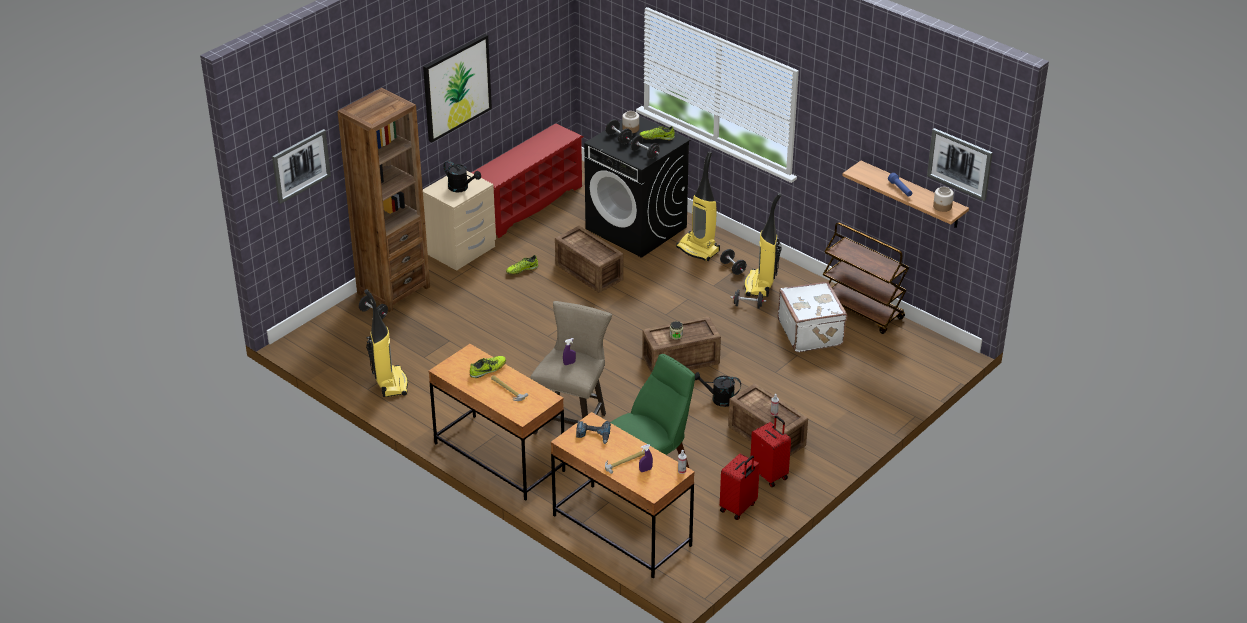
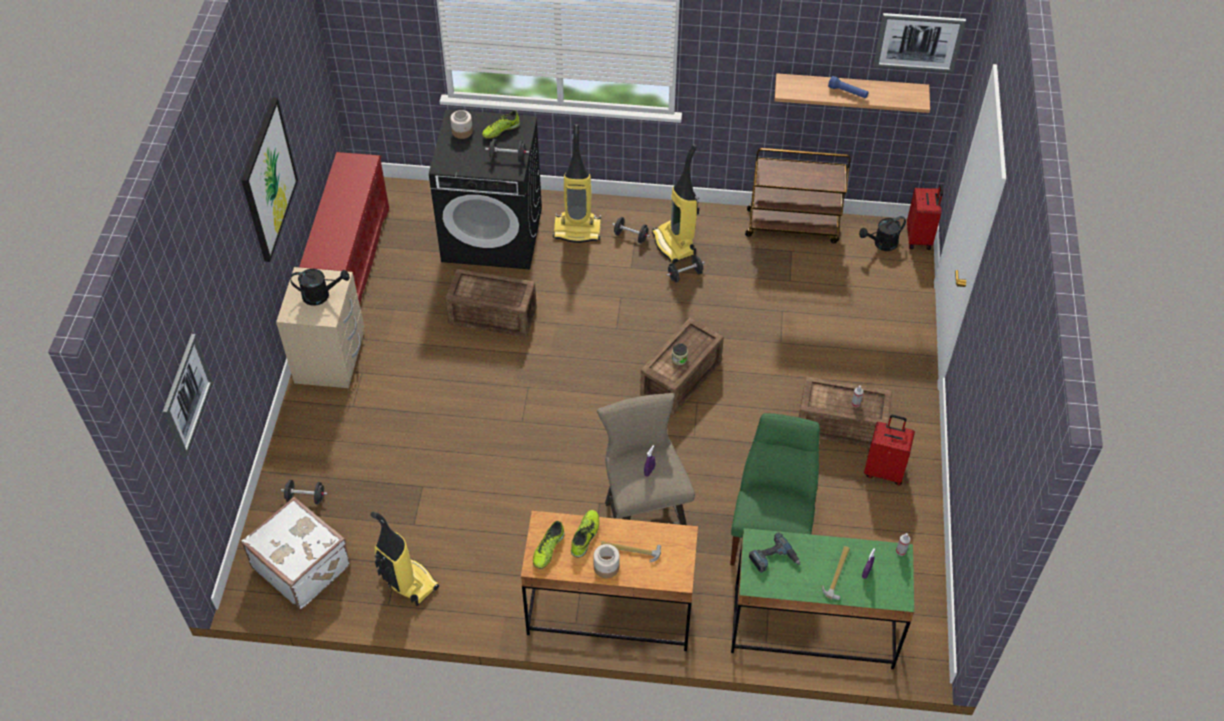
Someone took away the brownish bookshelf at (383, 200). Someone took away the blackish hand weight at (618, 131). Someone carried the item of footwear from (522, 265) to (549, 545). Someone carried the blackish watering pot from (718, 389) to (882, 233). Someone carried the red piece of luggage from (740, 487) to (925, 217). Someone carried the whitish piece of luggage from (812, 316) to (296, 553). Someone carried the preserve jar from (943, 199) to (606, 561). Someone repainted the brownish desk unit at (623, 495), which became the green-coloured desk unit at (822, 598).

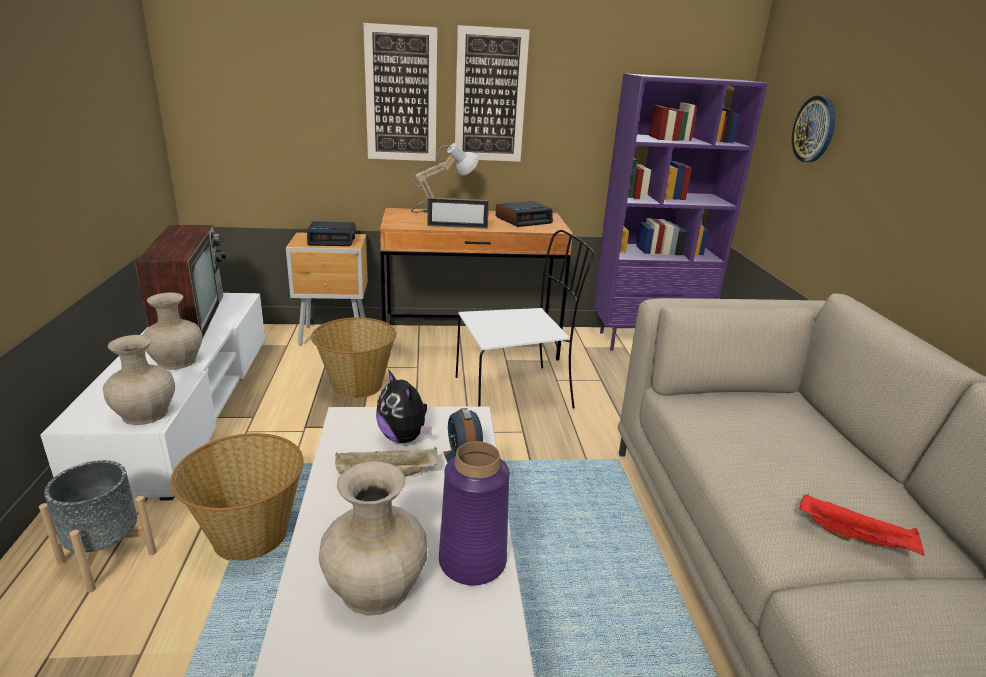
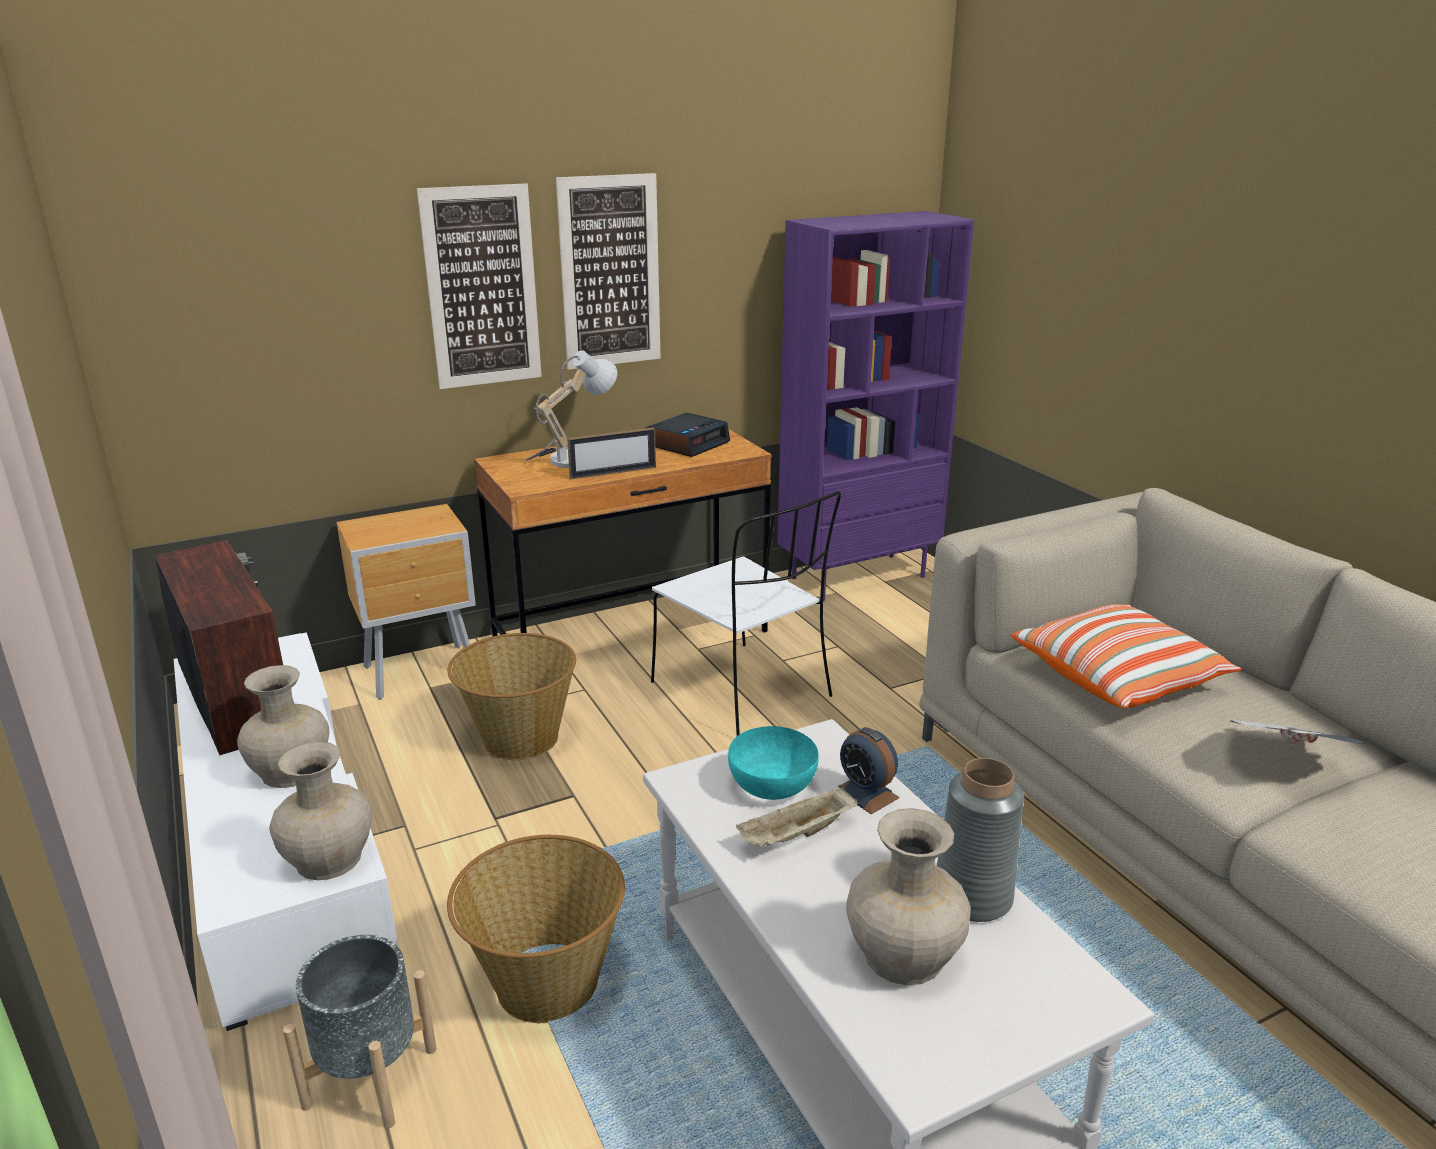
Someone took away the table clock at (331, 233). Someone took away the wall clock at (813, 128). Someone put down the pillow at (1127, 656). Someone swapped the soft toy at (404, 406) for the turquoise deep dish at (773, 763). Someone swapped the red tray at (862, 524) for the daily paper at (1297, 732). Someone repainted the purple flower vase at (474, 513), which became the gray flower vase at (980, 840). Someone rotated the whitish plain chair at (524, 319) by 90 degrees clockwise.

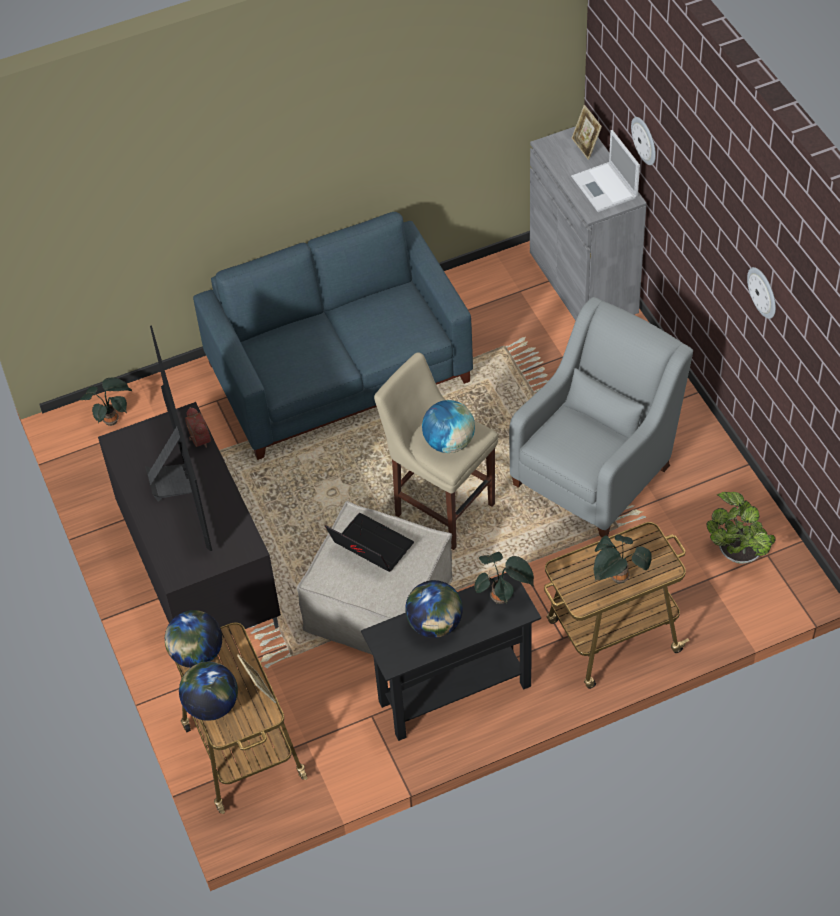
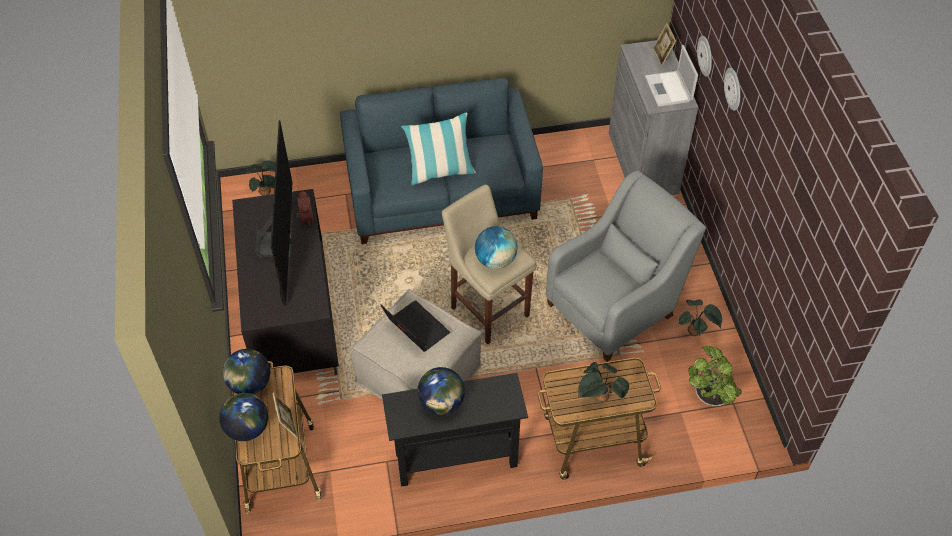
Someone put down the pillow at (438, 149). Someone carried the potted plant from (505, 578) to (700, 317). Someone carried the wall clock from (761, 293) to (732, 89).

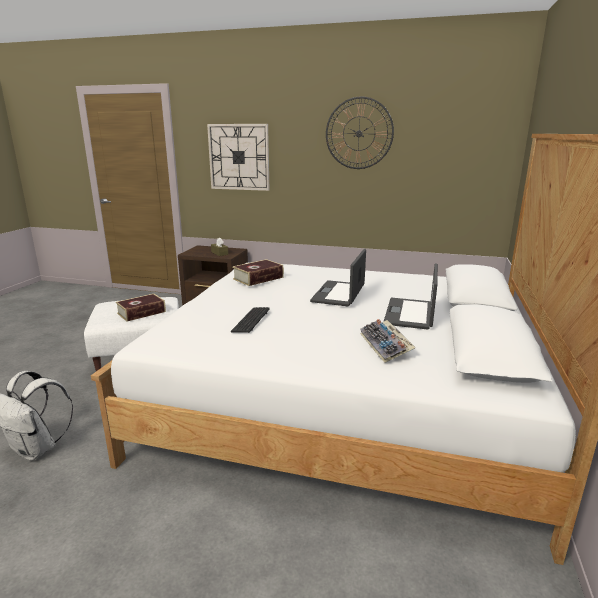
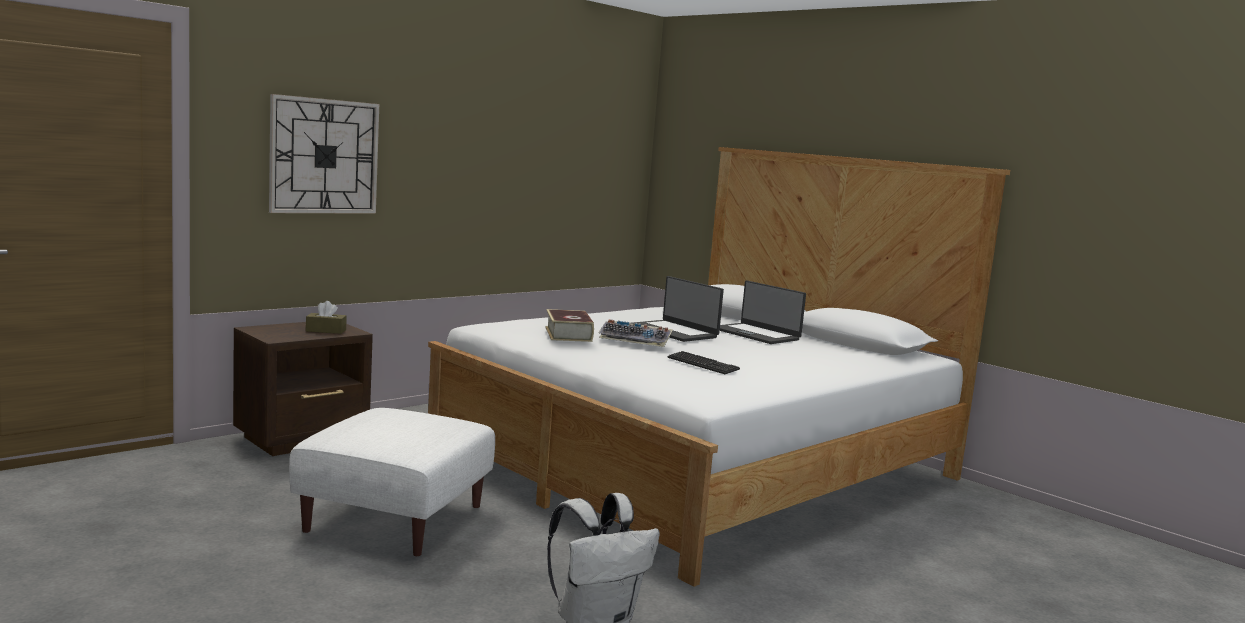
Someone took away the bound book at (141, 308). Someone took away the wall clock at (360, 132). Someone carried the keyboard from (388, 341) to (635, 333).

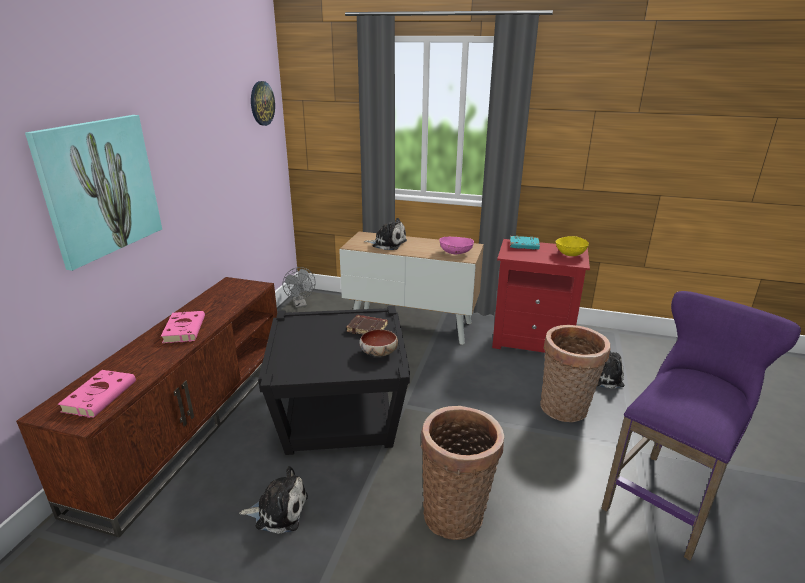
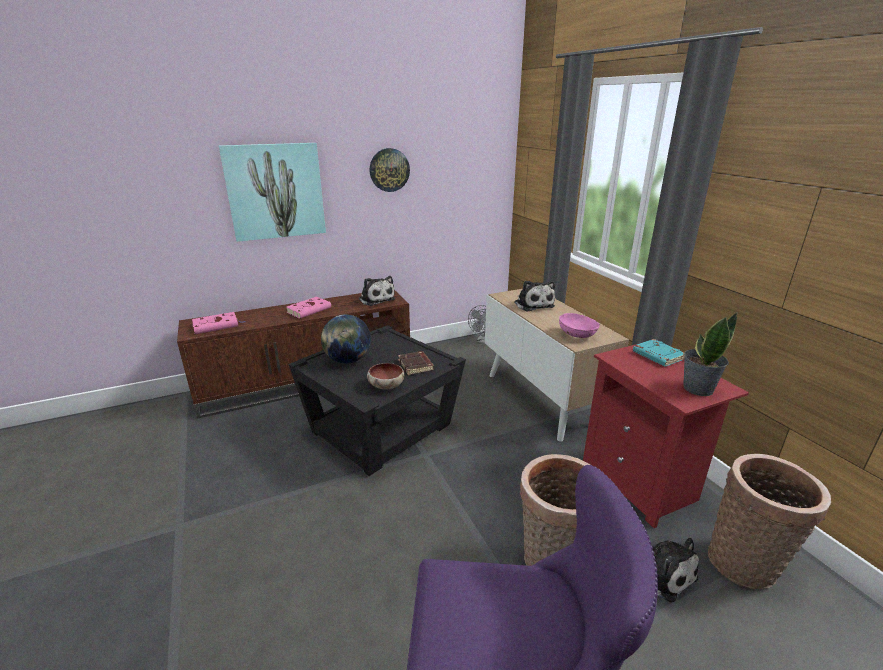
Someone put down the desk globe at (346, 339). Someone carried the soft toy from (273, 500) to (377, 291). Someone carried the wall clock from (263, 103) to (390, 170). Someone carried the basket from (462, 473) to (769, 521). Someone swapped the yellow deep dish at (572, 246) for the potted plant at (710, 354).

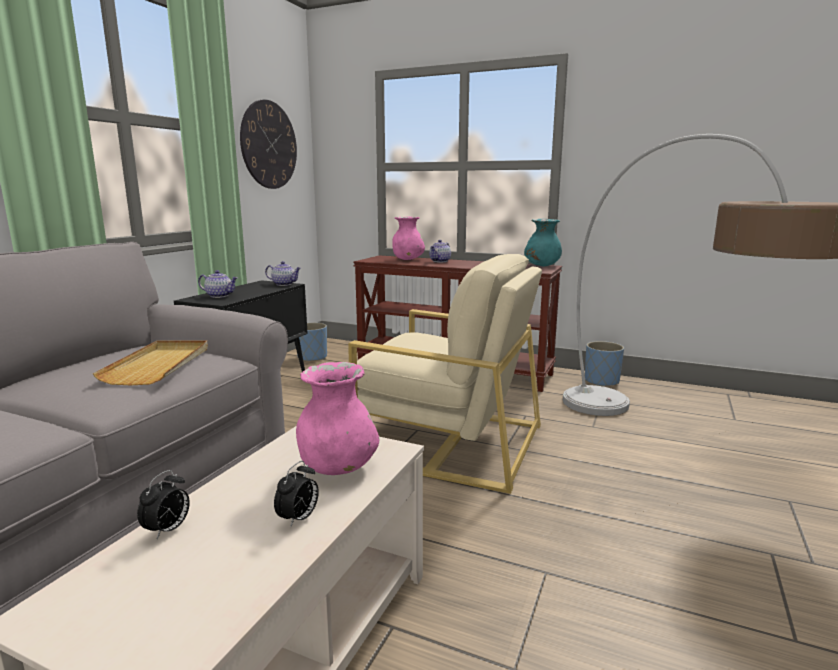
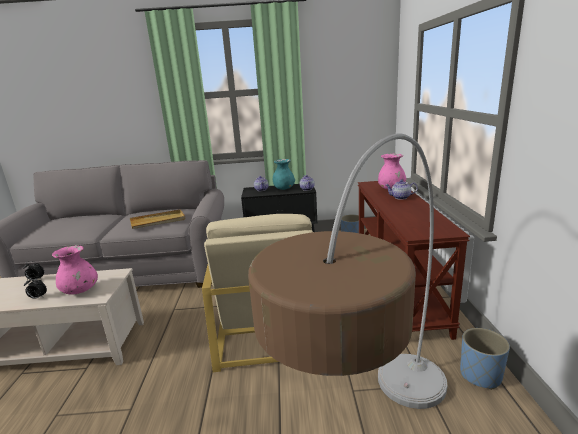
Someone took away the wall clock at (268, 144). Someone carried the turquoise flower vase from (543, 242) to (284, 174).

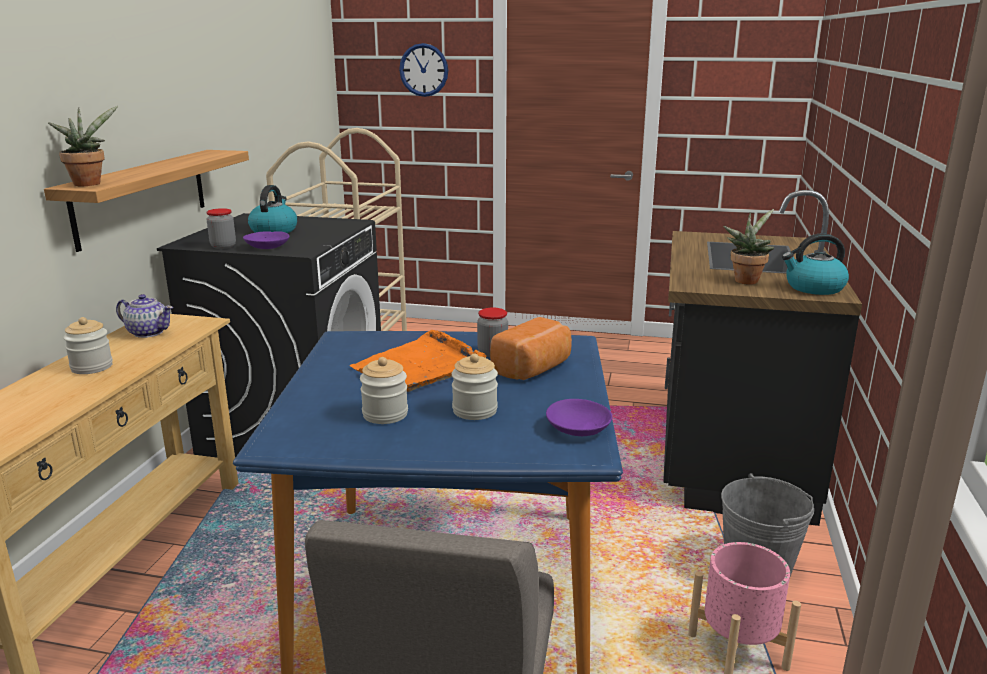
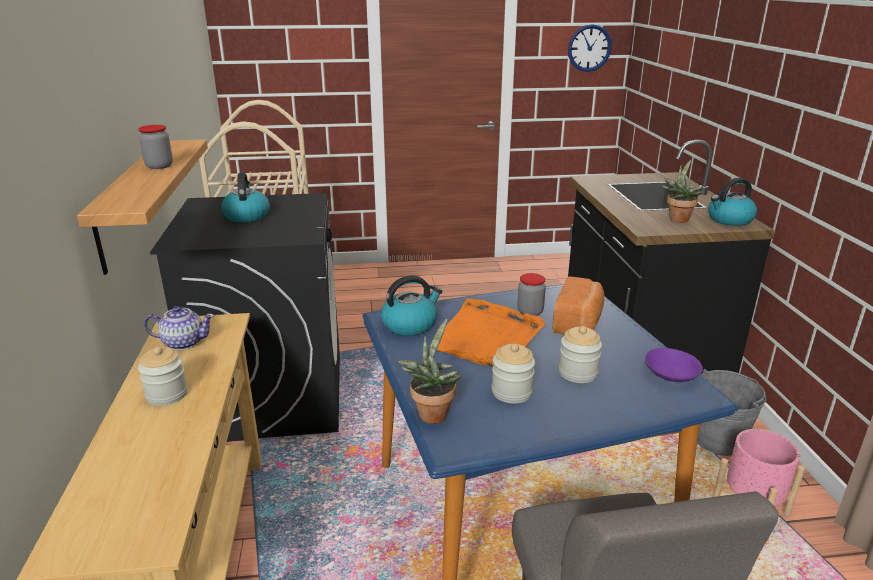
Someone took away the purple deep dish at (266, 240). Someone put down the kettle at (411, 305). Someone carried the potted plant from (83, 146) to (429, 371). Someone carried the preserve jar from (221, 228) to (155, 147). Someone carried the wall clock from (423, 70) to (590, 48).

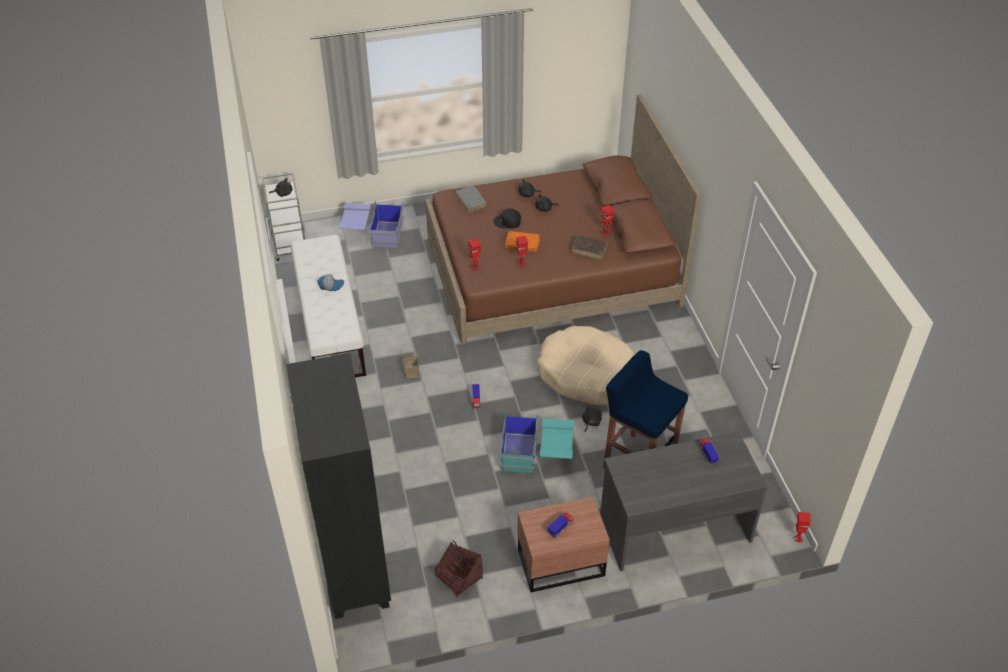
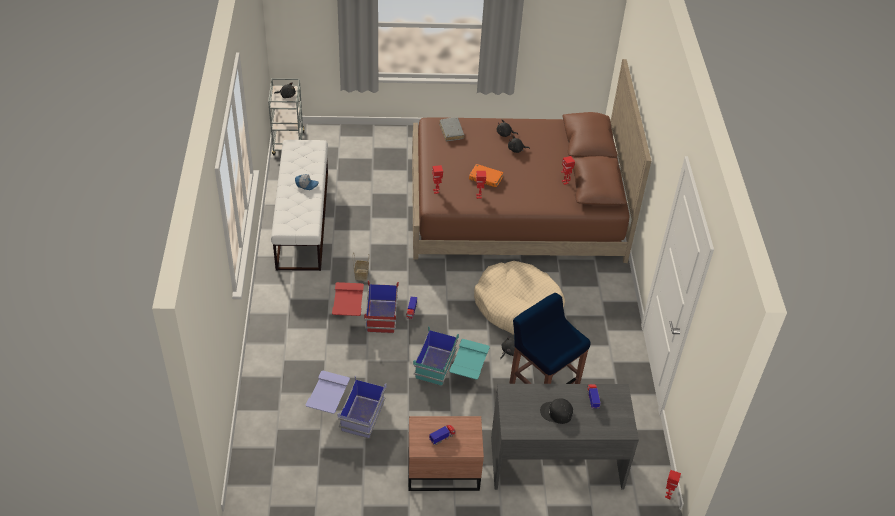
Someone took away the blackish bookshelf at (338, 486). Someone took away the basket at (459, 568). Someone took away the brownish bound book at (589, 247). Someone put down the red storage box at (365, 307). Someone carried the blue storage box from (371, 225) to (345, 404). Someone carried the blackish baseball cap from (507, 218) to (556, 411).

